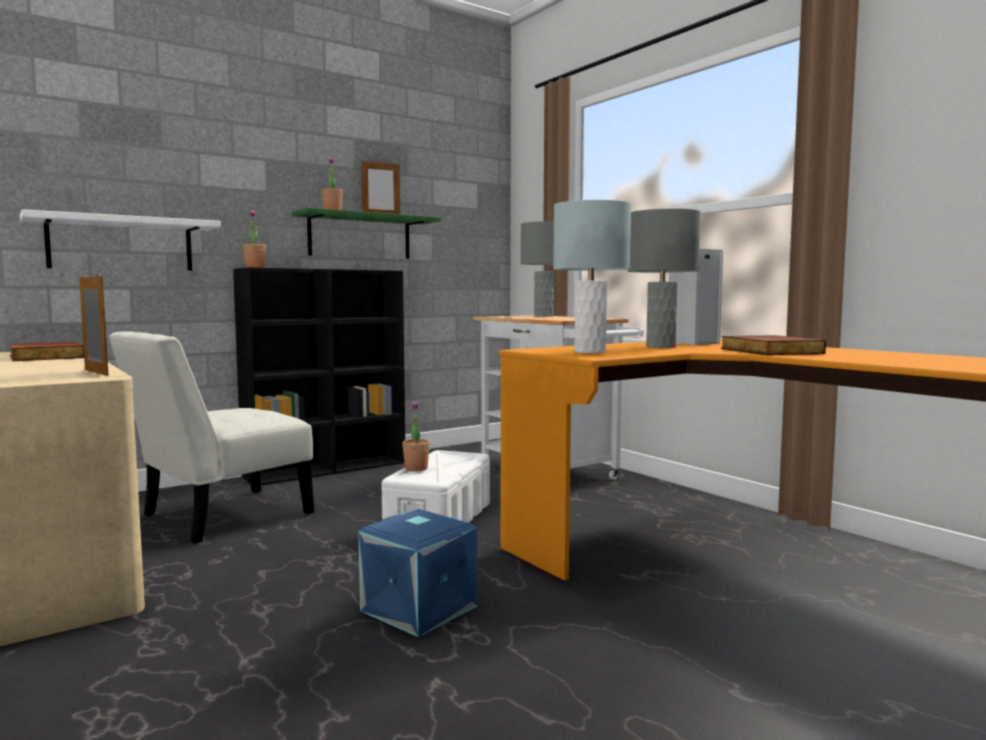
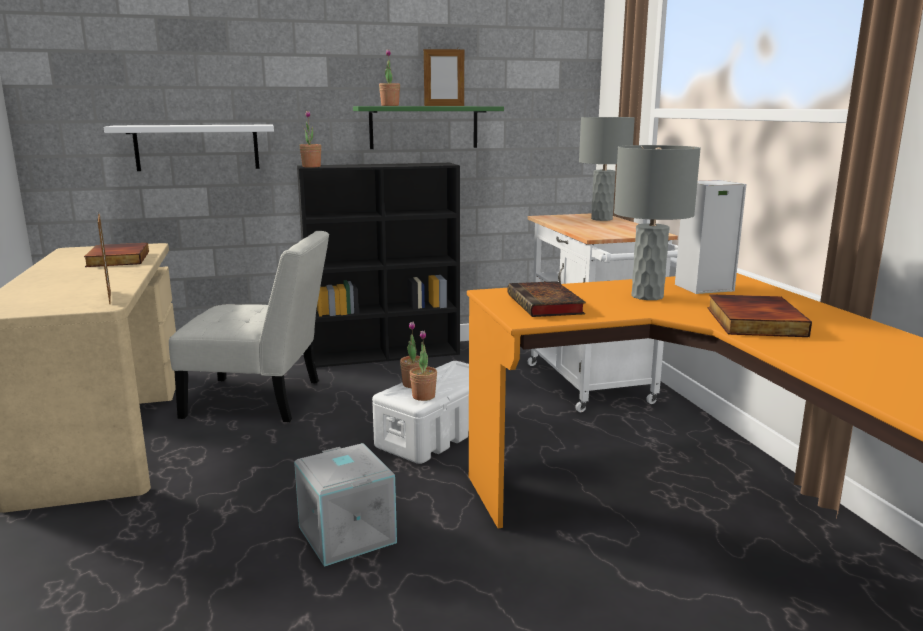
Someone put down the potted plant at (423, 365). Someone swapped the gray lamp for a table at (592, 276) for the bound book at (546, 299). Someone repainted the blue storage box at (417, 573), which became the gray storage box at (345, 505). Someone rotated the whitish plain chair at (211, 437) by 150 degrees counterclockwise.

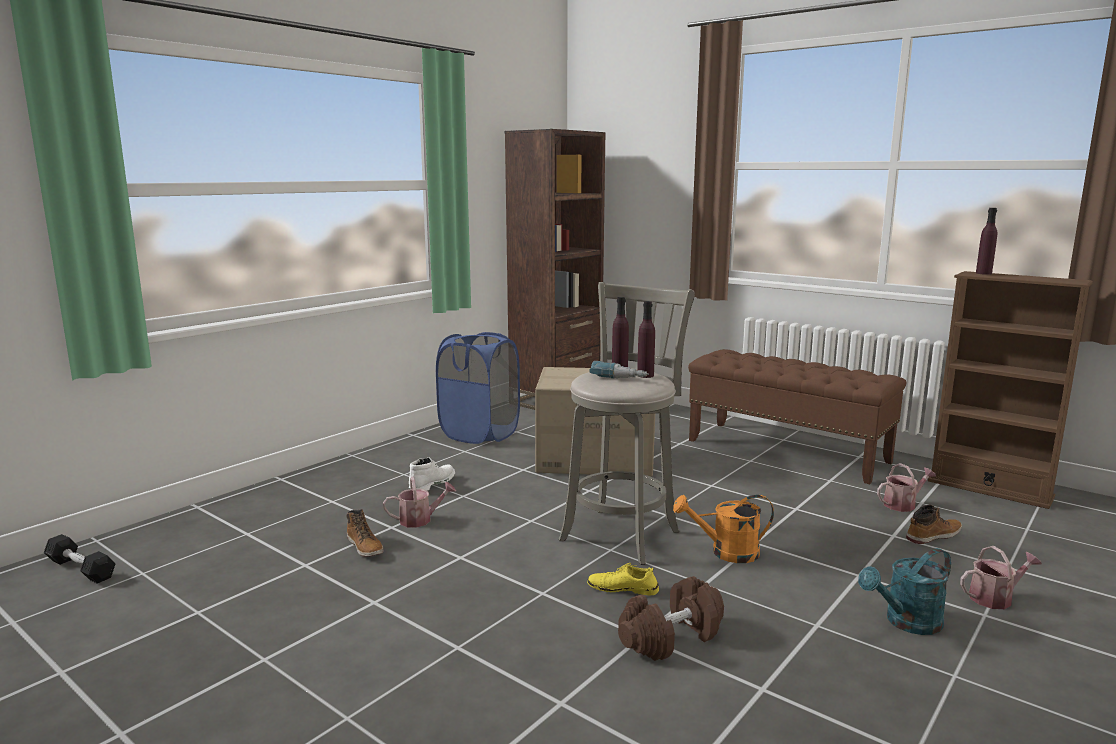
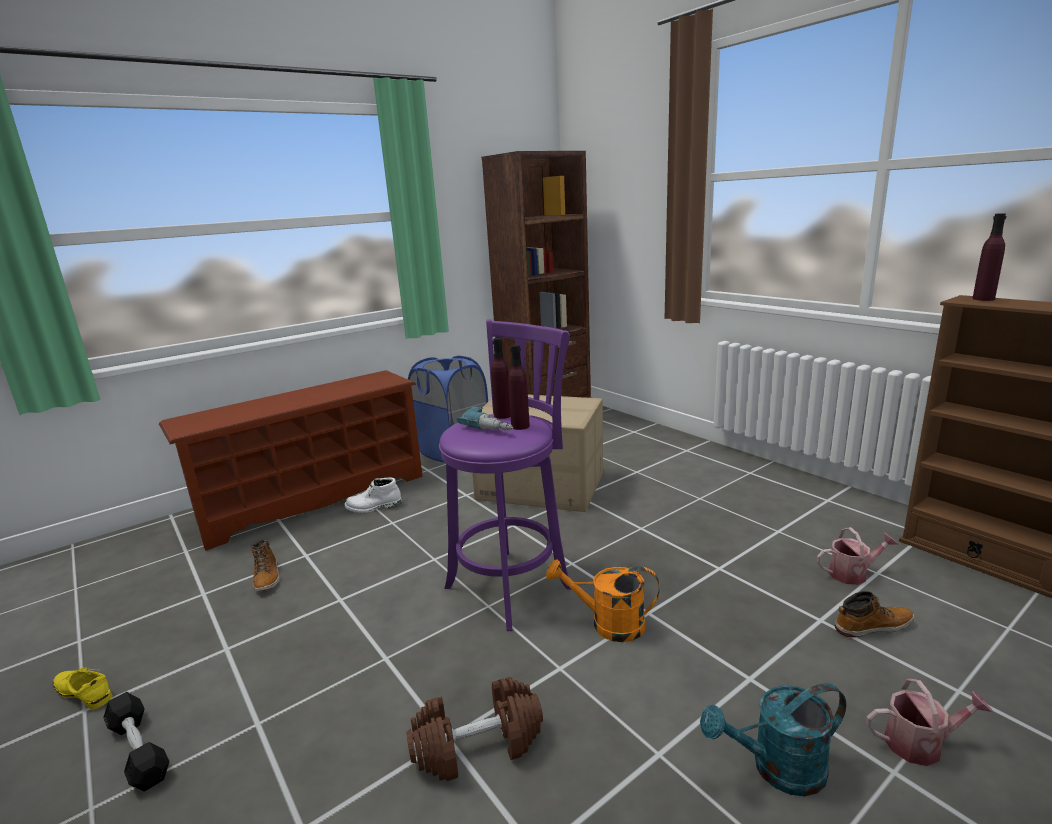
Someone took away the watering pot at (419, 502). Someone took away the brownish long seat at (797, 416). Someone put down the brownish shoe shelf at (291, 460). Someone carried the blackish hand weight from (79, 559) to (136, 741). Someone carried the yellow item of footwear from (623, 579) to (83, 688). Someone repainted the gray sitting stool at (627, 423), which became the purple sitting stool at (505, 475). Someone rotated the whitish high-top boot at (432, 474) by 150 degrees counterclockwise.

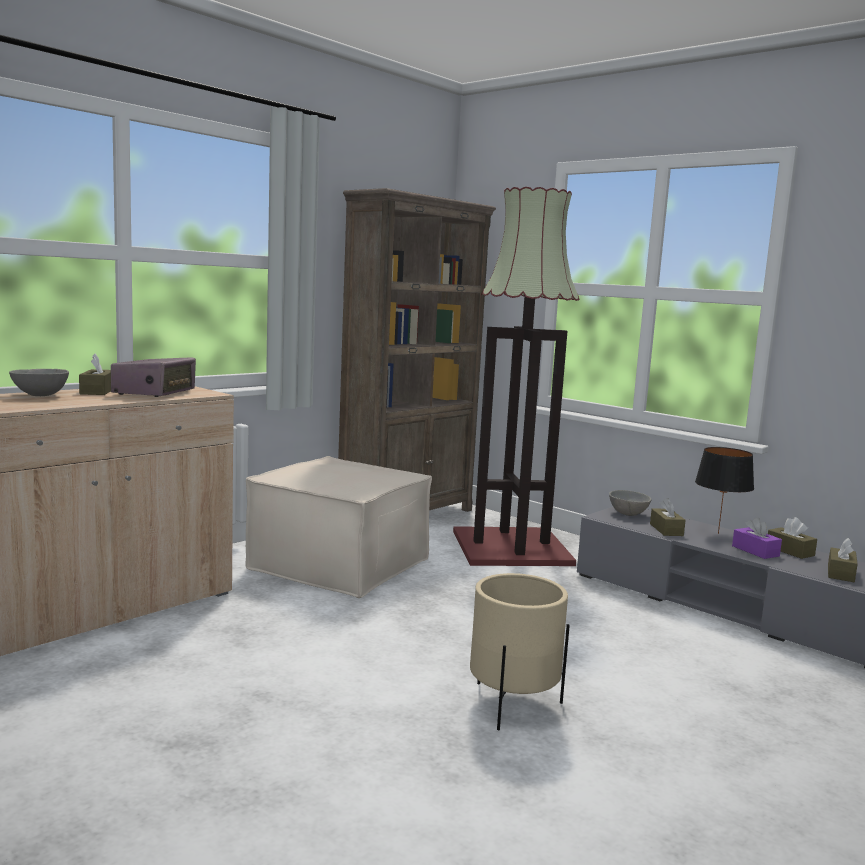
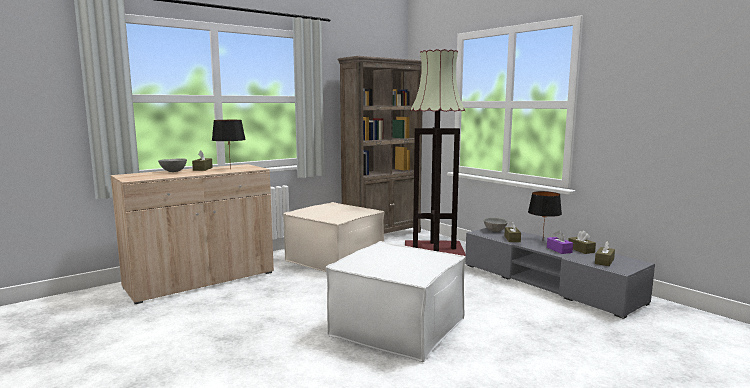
Someone swapped the radio at (153, 377) for the blackish lamp for a table at (229, 144). Someone swapped the beige-coloured flower pot at (520, 651) for the whitish footrest at (396, 301).

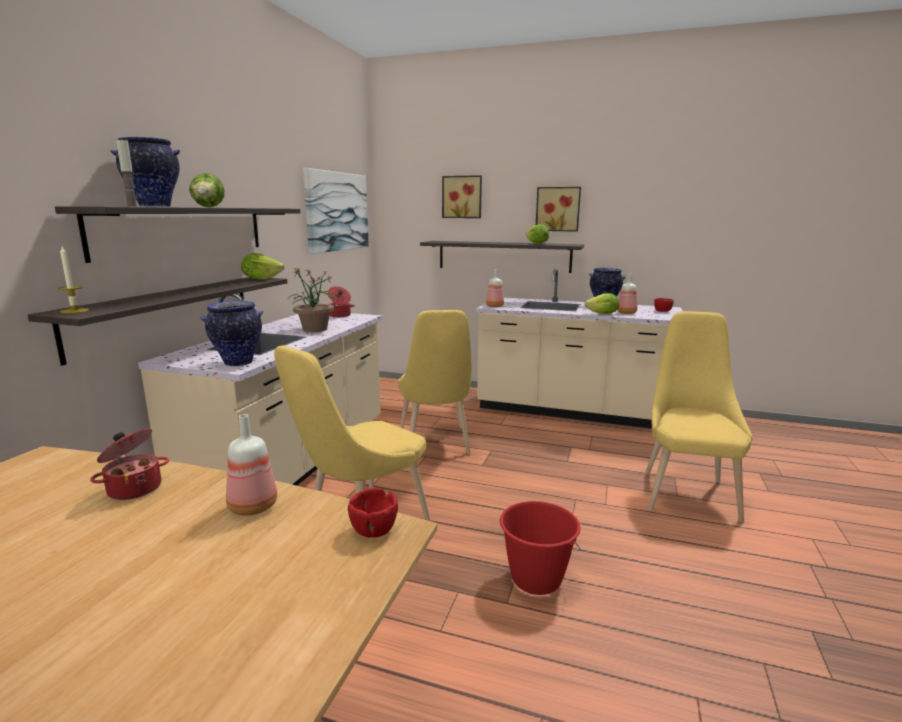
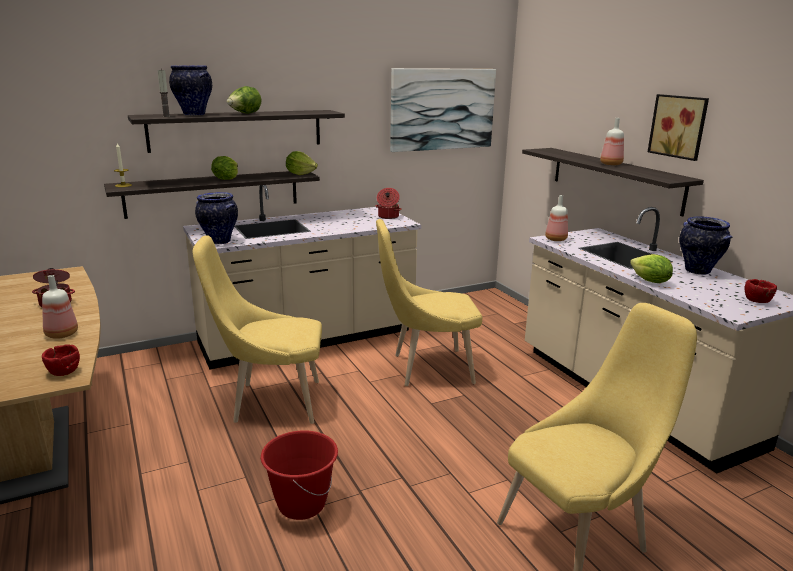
Someone took away the potted plant at (312, 300). Someone took away the wall art at (462, 196). Someone carried the lettuce from (537, 234) to (224, 168). Someone carried the drink bottle from (627, 293) to (612, 141). Someone rotated the yellow plain chair at (435, 382) by 45 degrees clockwise.

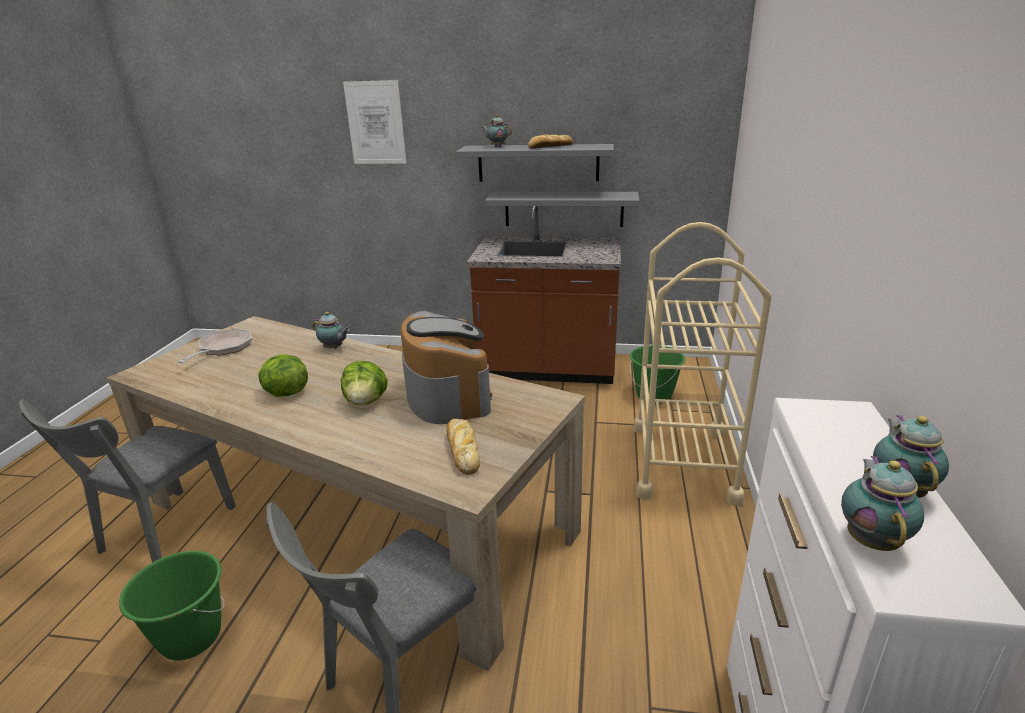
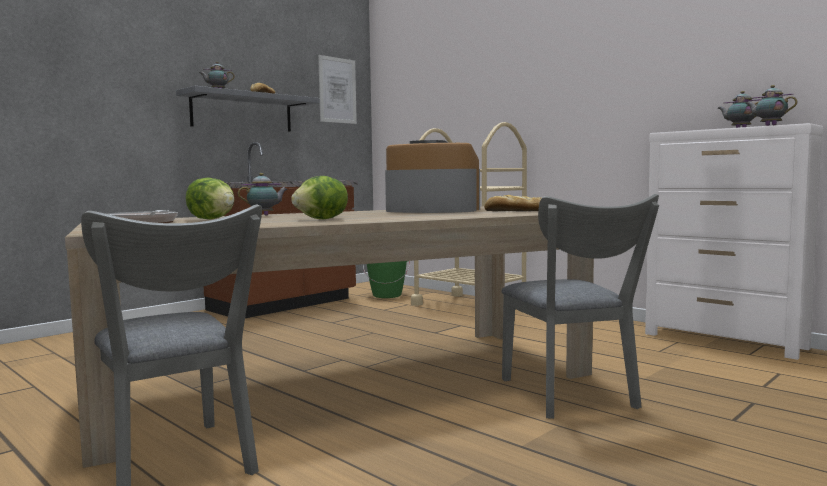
Someone took away the green-coloured bucket at (172, 606). Someone took away the gray wall shelf at (562, 209). Someone carried the lettuce from (364, 383) to (210, 198). Someone carried the wall art from (374, 122) to (337, 89).

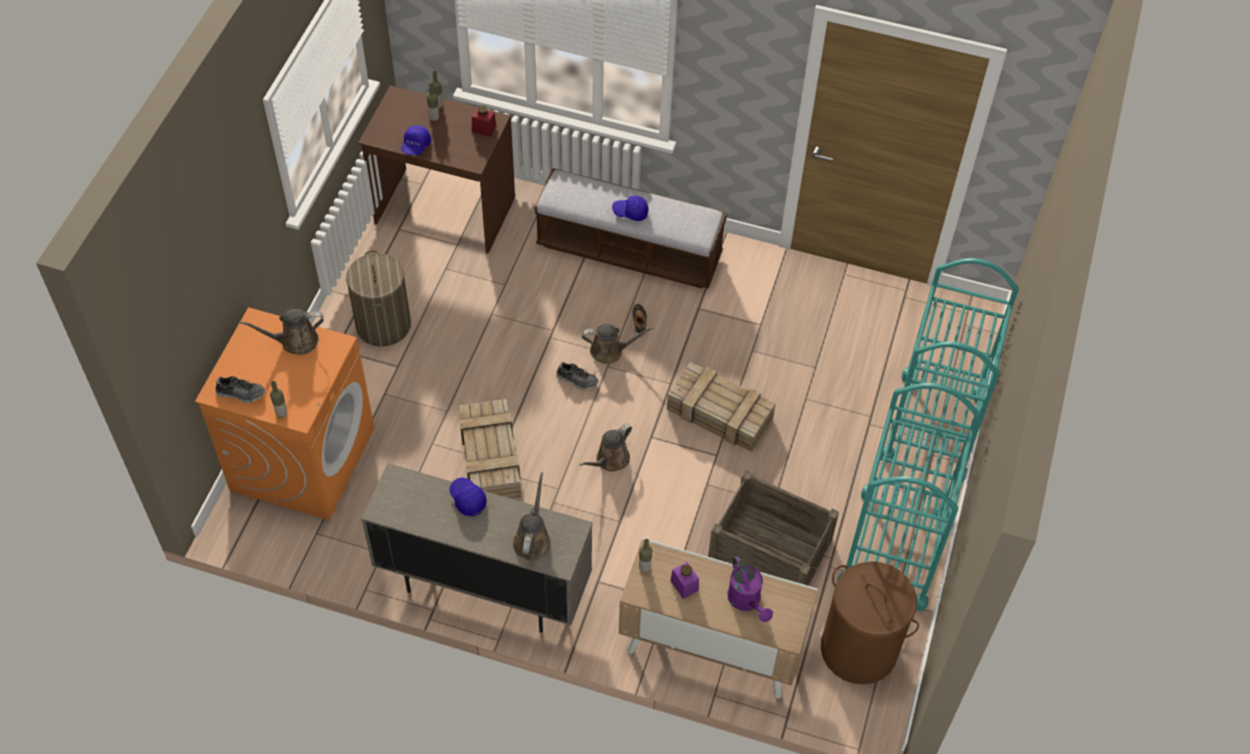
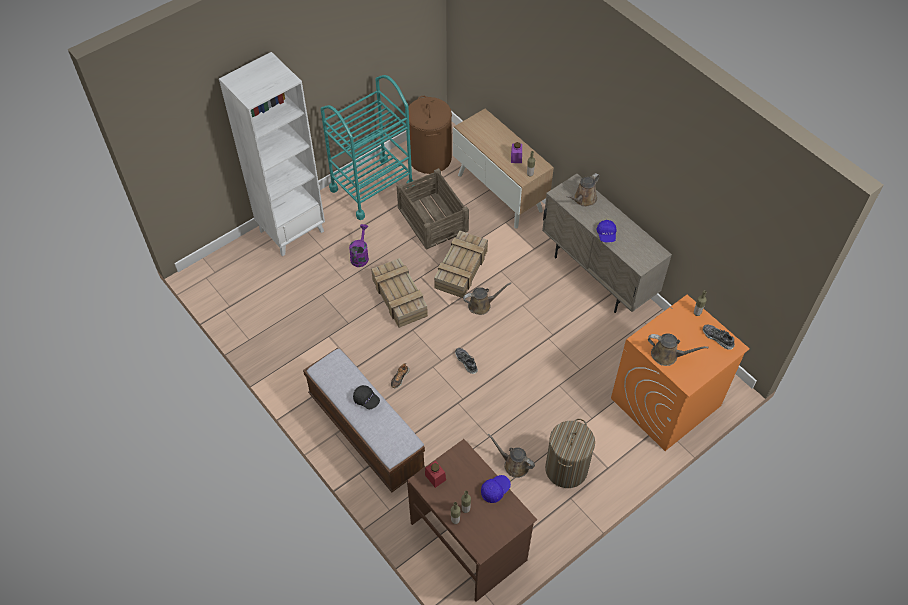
Someone carried the packing crate from (490, 448) to (461, 264). Someone carried the brownish watering pot from (618, 344) to (511, 456). Someone carried the purple watering pot from (750, 589) to (359, 245). Someone swapped the turquoise trolley at (950, 370) for the whitish bookshelf at (272, 154). Someone repainted the blue baseball cap at (630, 208), which became the blackish baseball cap at (366, 397).

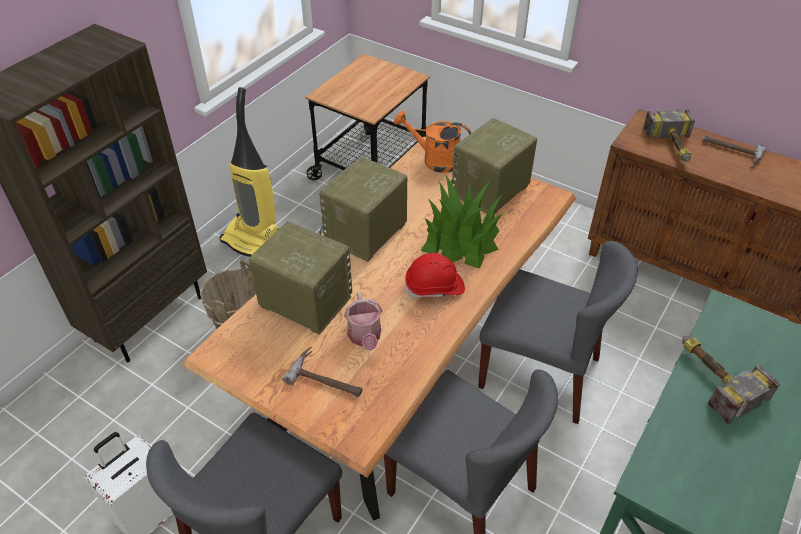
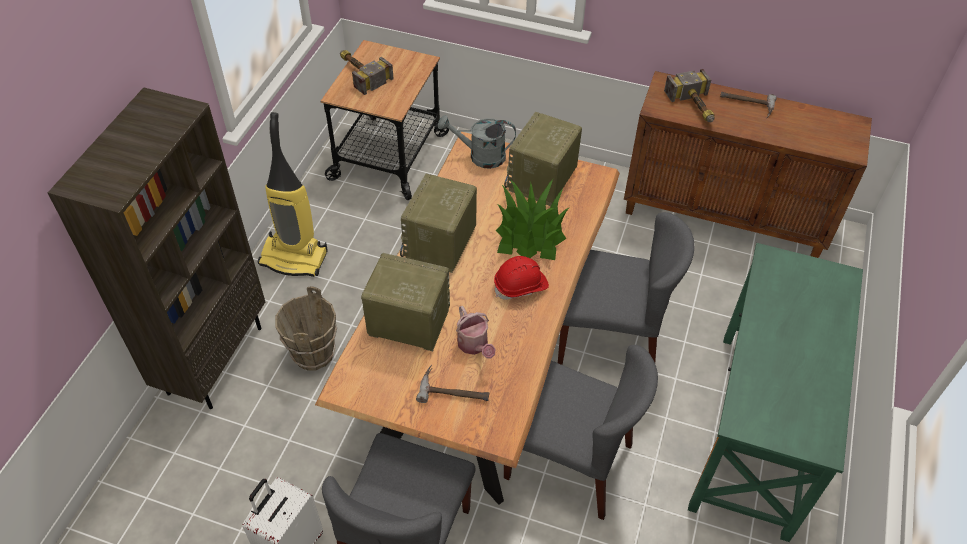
Someone carried the tool hammer from (731, 380) to (367, 72). Someone repainted the orange watering pot at (432, 142), which became the gray watering pot at (477, 142).

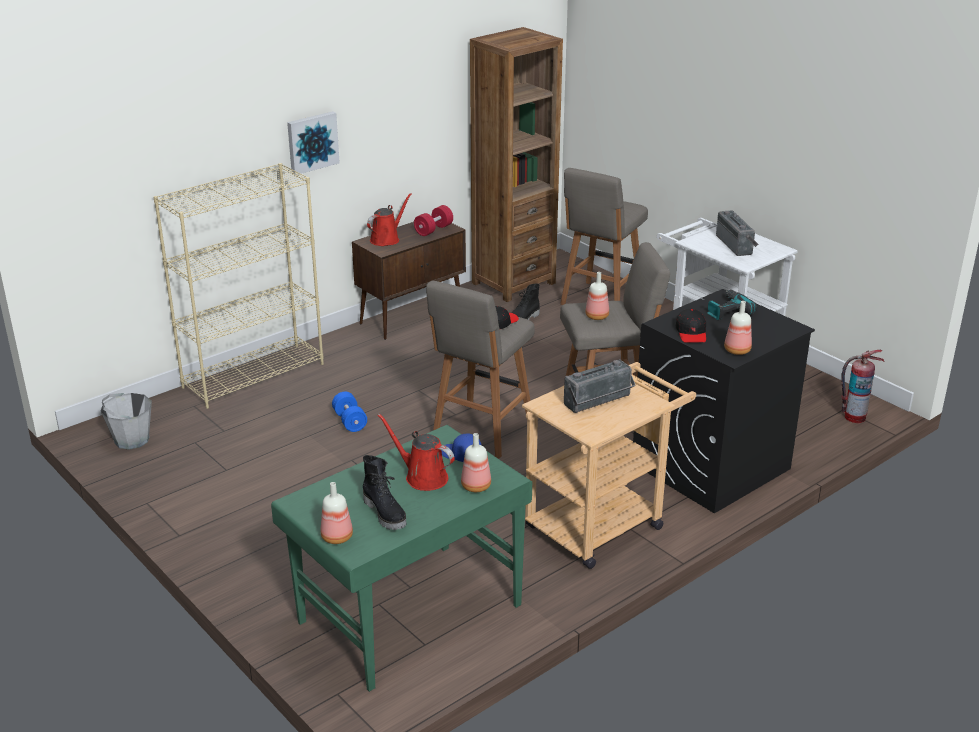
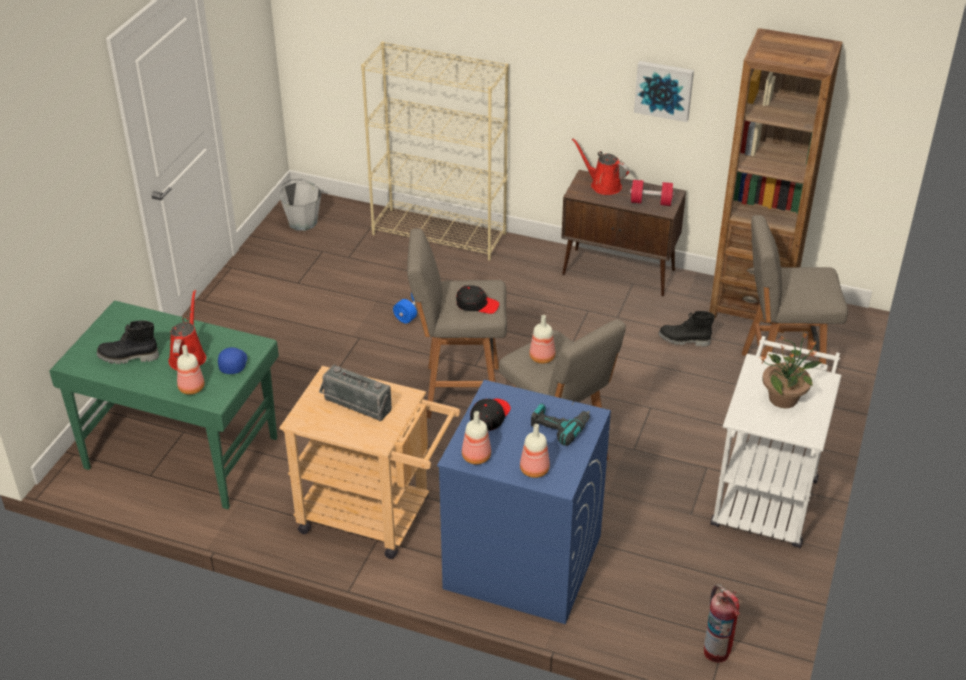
Someone carried the wall art from (313, 143) to (664, 91). Someone carried the drink bottle from (337, 513) to (535, 451). Someone swapped the radio at (737, 233) for the potted plant at (791, 370). Someone repainted the blackish washing machine at (724, 401), which became the blue washing machine at (524, 502). Someone rotated the blackish high-top boot at (384, 492) by 60 degrees clockwise. Someone rotated the red watering pot at (389, 219) by 150 degrees counterclockwise. Someone rotated the blackish baseball cap at (691, 325) by 150 degrees clockwise.

